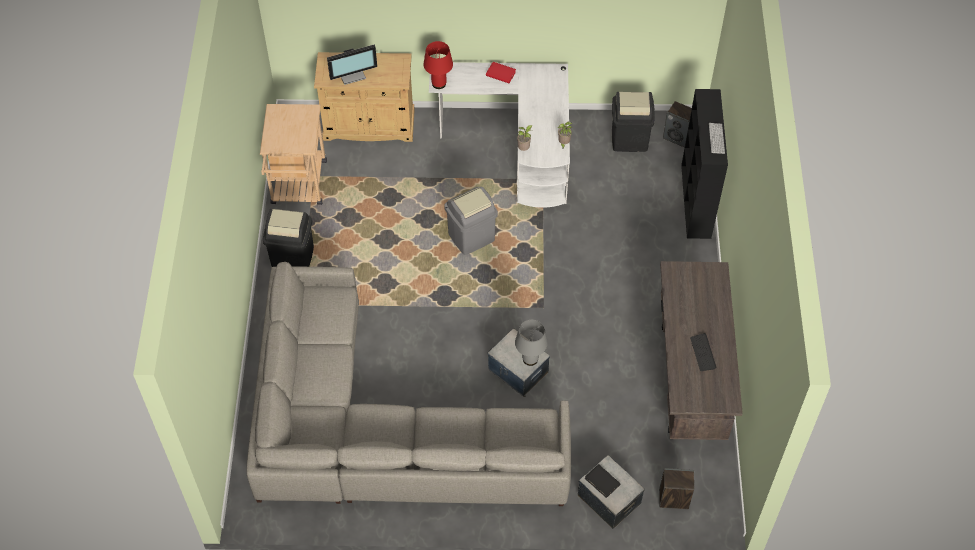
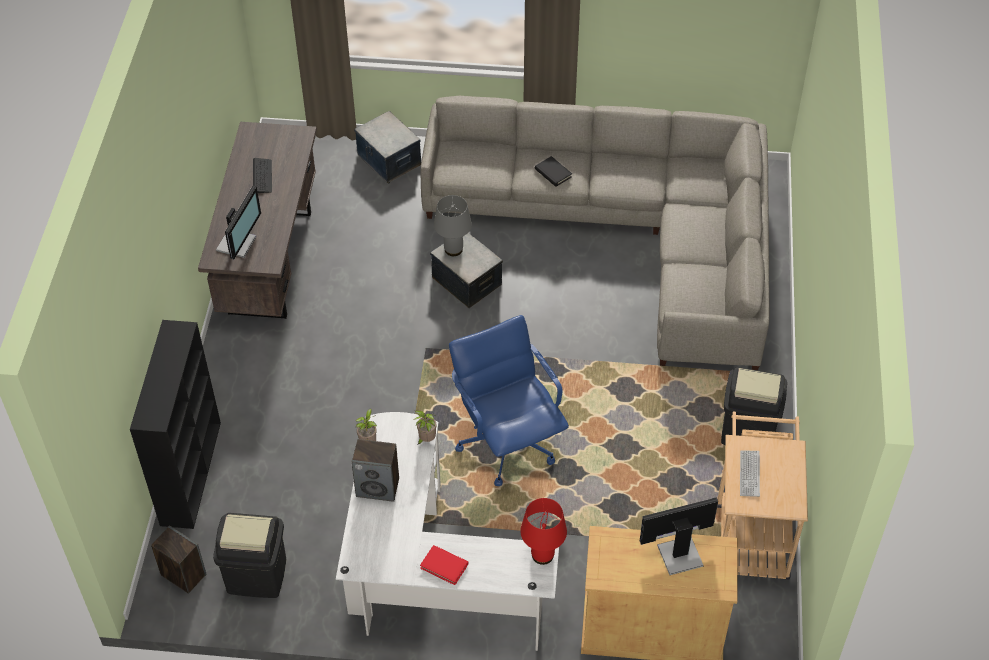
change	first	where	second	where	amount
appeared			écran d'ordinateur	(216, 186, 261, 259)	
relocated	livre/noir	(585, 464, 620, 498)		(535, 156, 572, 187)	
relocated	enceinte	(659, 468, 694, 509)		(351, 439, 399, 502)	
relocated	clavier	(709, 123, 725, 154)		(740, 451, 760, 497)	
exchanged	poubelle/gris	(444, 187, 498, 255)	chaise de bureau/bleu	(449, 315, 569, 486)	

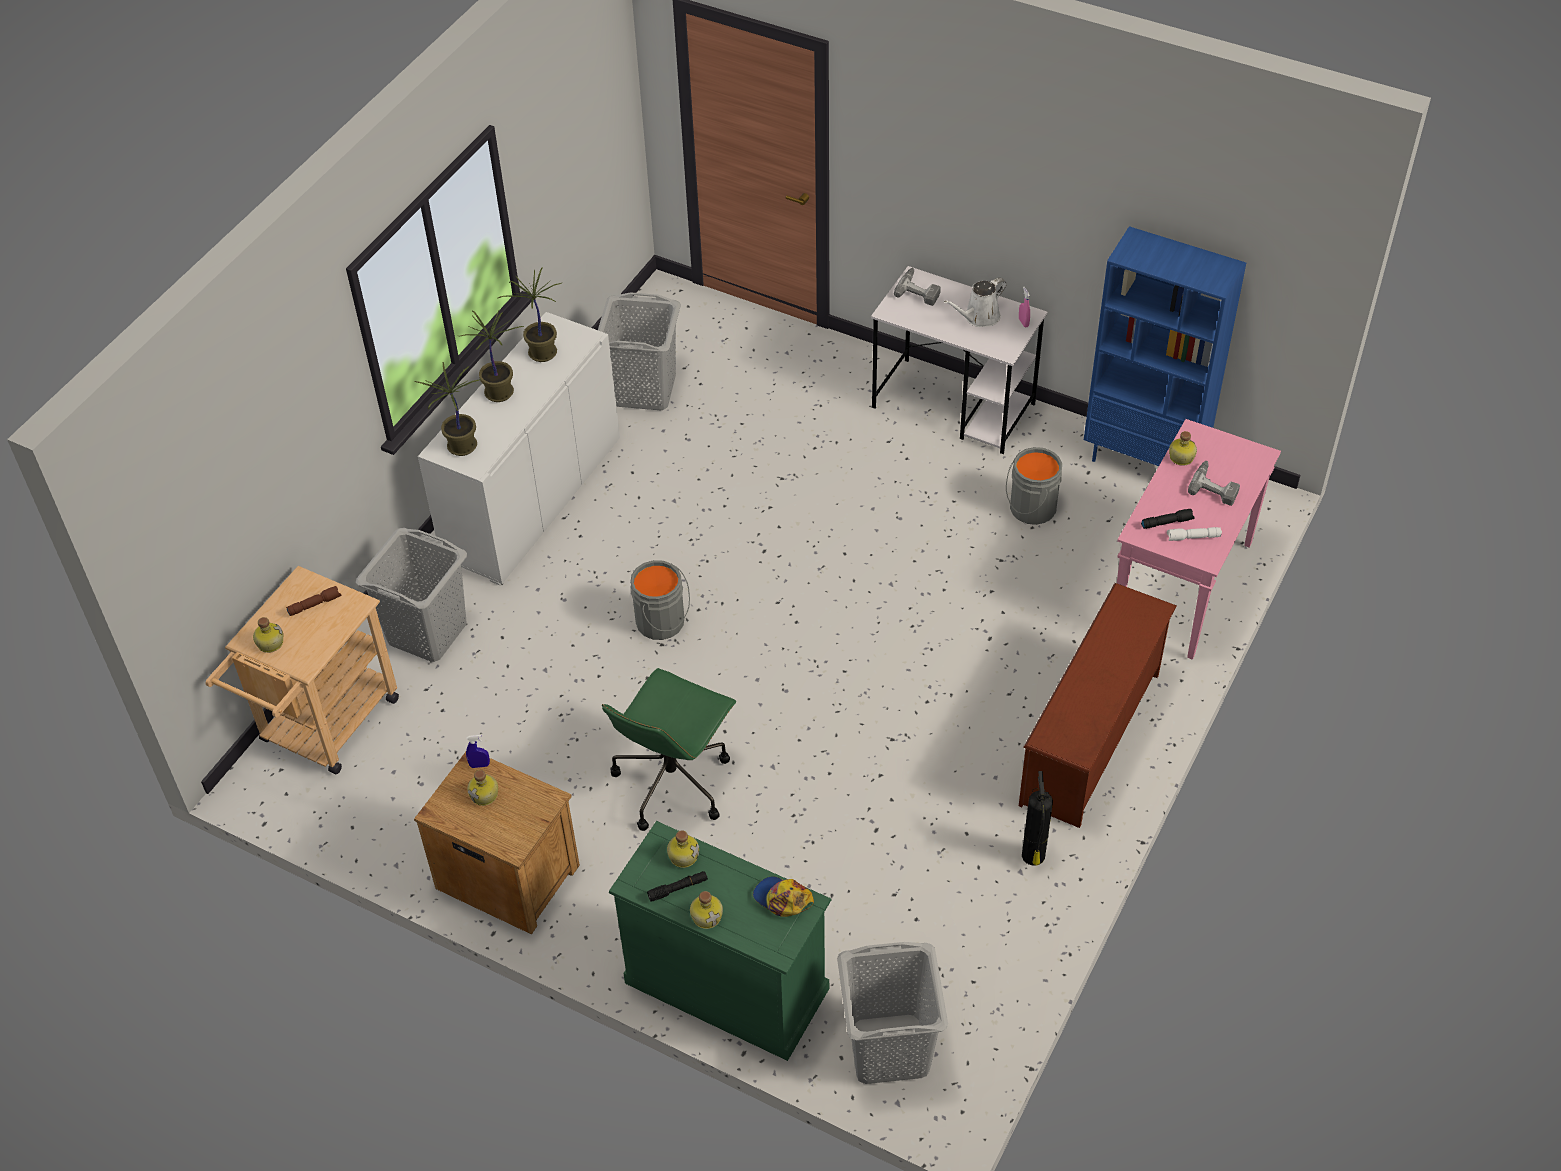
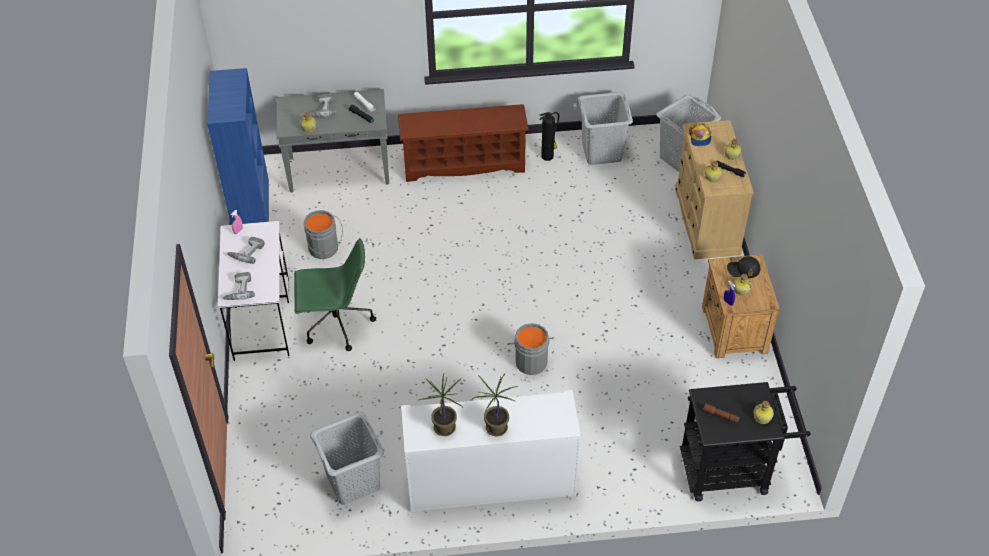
change	first	where	second	where	amount
missing	plante en pot	(414, 362, 481, 456)			
appeared			casquette/noir	(727, 256, 760, 278)	
relocated	panier à linge/gris	(356, 528, 467, 662)		(578, 92, 633, 165)	
relocated	chaise de bureau/vert	(602, 668, 736, 831)		(294, 238, 376, 351)	
exchanged	arrosoir/blanc	(944, 278, 1007, 327)	perceuse	(227, 237, 265, 264)	
colour	chariot/beige	(206, 566, 399, 774)	chariot/noir	(680, 382, 811, 502)	
colour	commode/vert	(609, 821, 832, 1061)	commode/beige	(675, 120, 754, 259)	
colour	table console/rose	(1117, 419, 1281, 660)	table console/gris	(277, 89, 389, 192)	

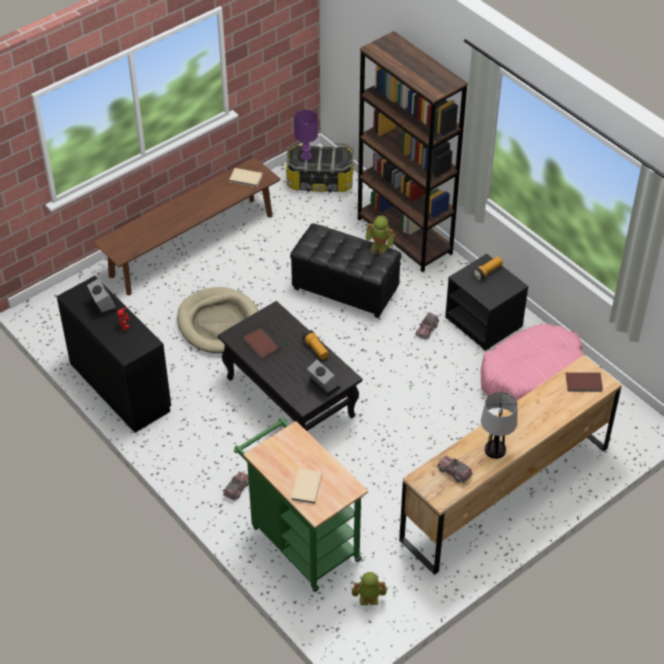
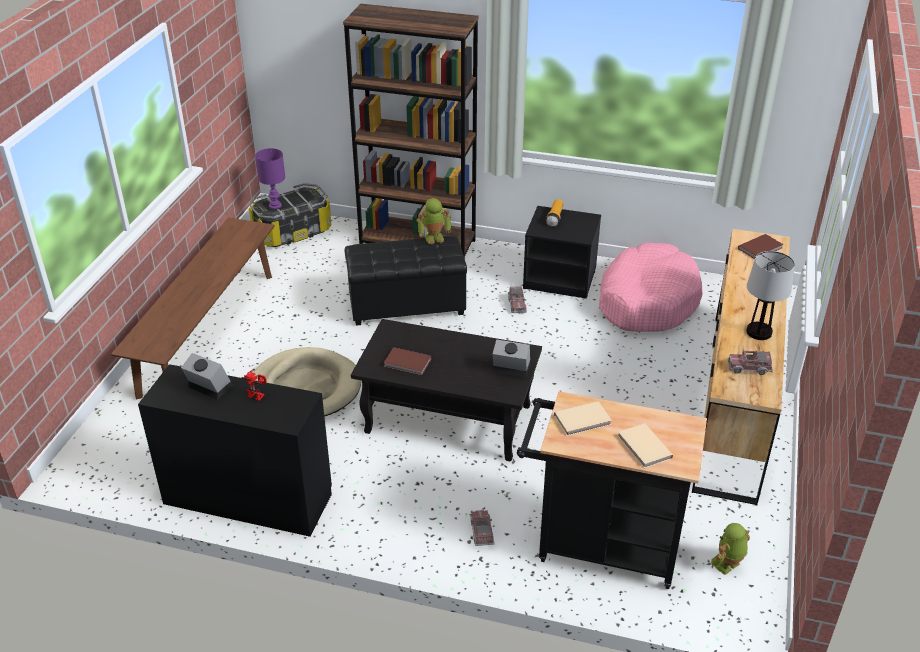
change	first	where	second	where	amount
missing	lampe de poche	(302, 330, 329, 360)			
relocated	livre/beige	(229, 168, 263, 187)		(554, 401, 612, 436)	
colour	chariot/vert	(234, 418, 368, 592)	chariot/noir	(517, 392, 707, 589)	

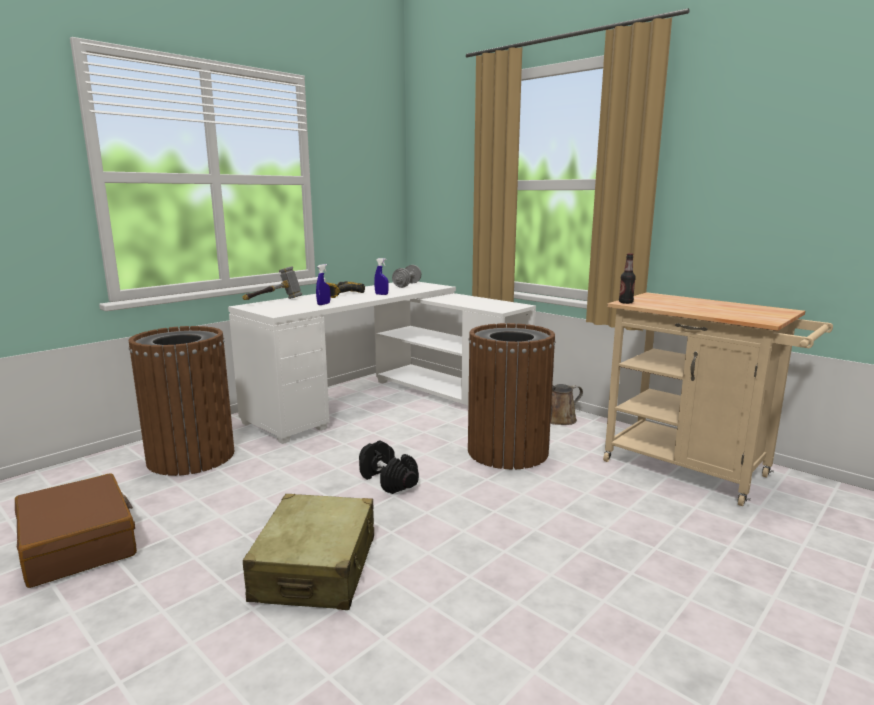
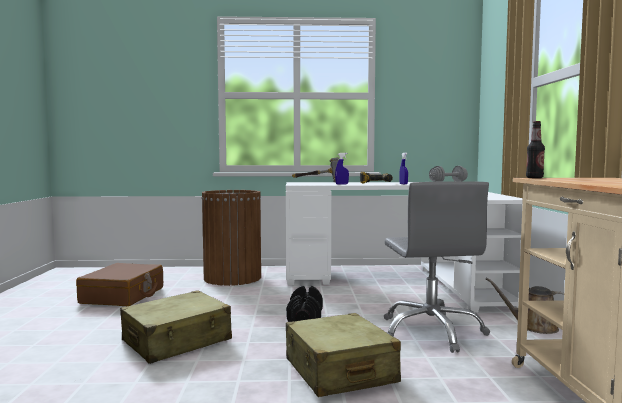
change	first	where	second	where	amount
appeared			valise/beige	(286, 313, 401, 397)	
exchanged	poubelle/marron	(468, 323, 556, 469)	chaise de bureau/gris	(384, 181, 490, 353)	

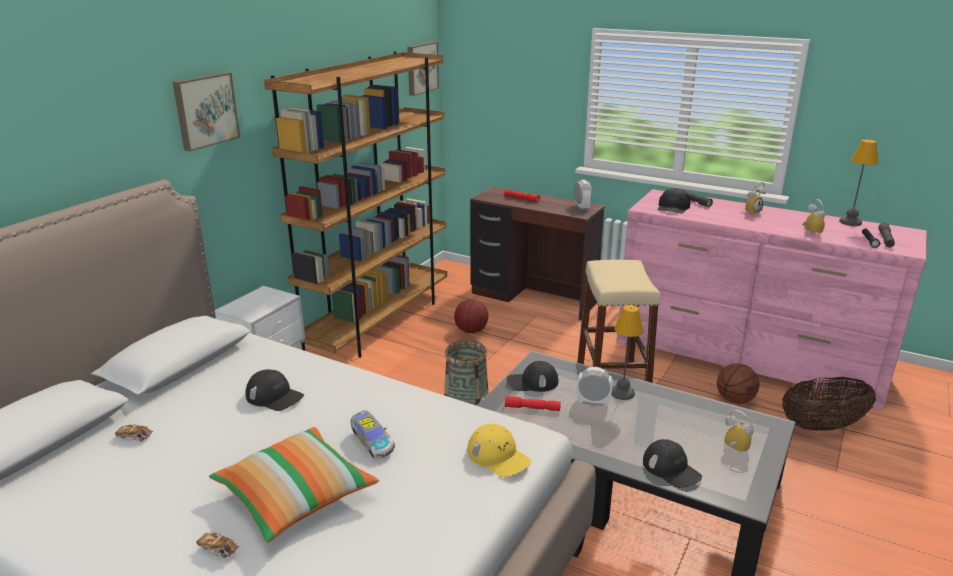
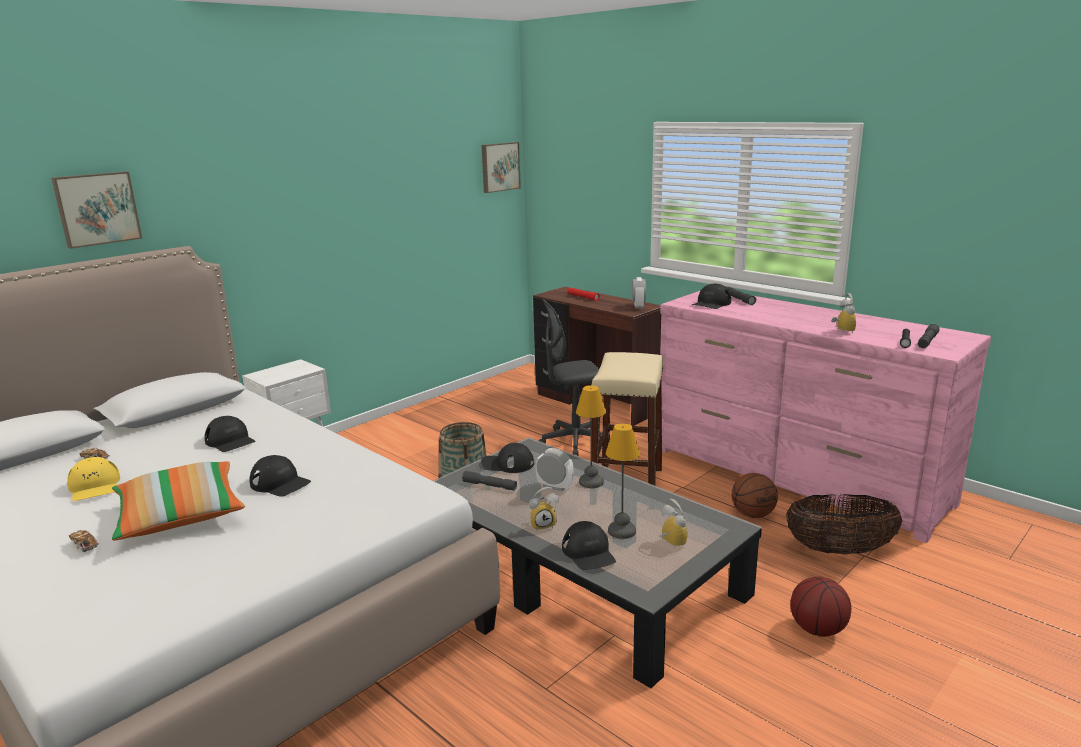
change	first	where	second	where	amount
missing	bibliothèque/marron	(264, 51, 447, 358)			
appeared			chaise de bureau/gris	(539, 299, 610, 456)	
relocated	tableau	(173, 72, 240, 151)		(51, 171, 142, 249)	
relocated	ballon de basket	(454, 299, 488, 333)		(790, 577, 851, 637)	
relocated	casquette/jaune	(467, 424, 531, 477)		(67, 457, 120, 501)	
relocated	réveil	(743, 182, 766, 213)		(529, 487, 559, 531)	
relocated	lampe de table	(839, 140, 878, 226)		(606, 423, 640, 539)	
exchanged	petite voiture	(351, 410, 395, 458)	casquette/noir	(249, 455, 311, 496)	
colour	lampe de poche/rouge	(505, 396, 561, 411)	lampe de poche/gris	(462, 471, 517, 491)	

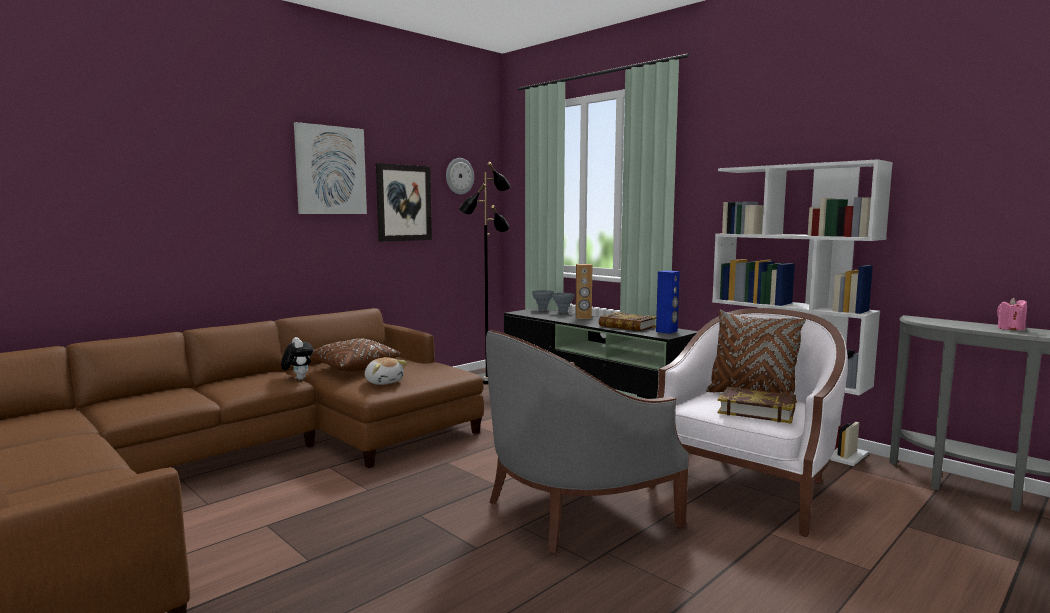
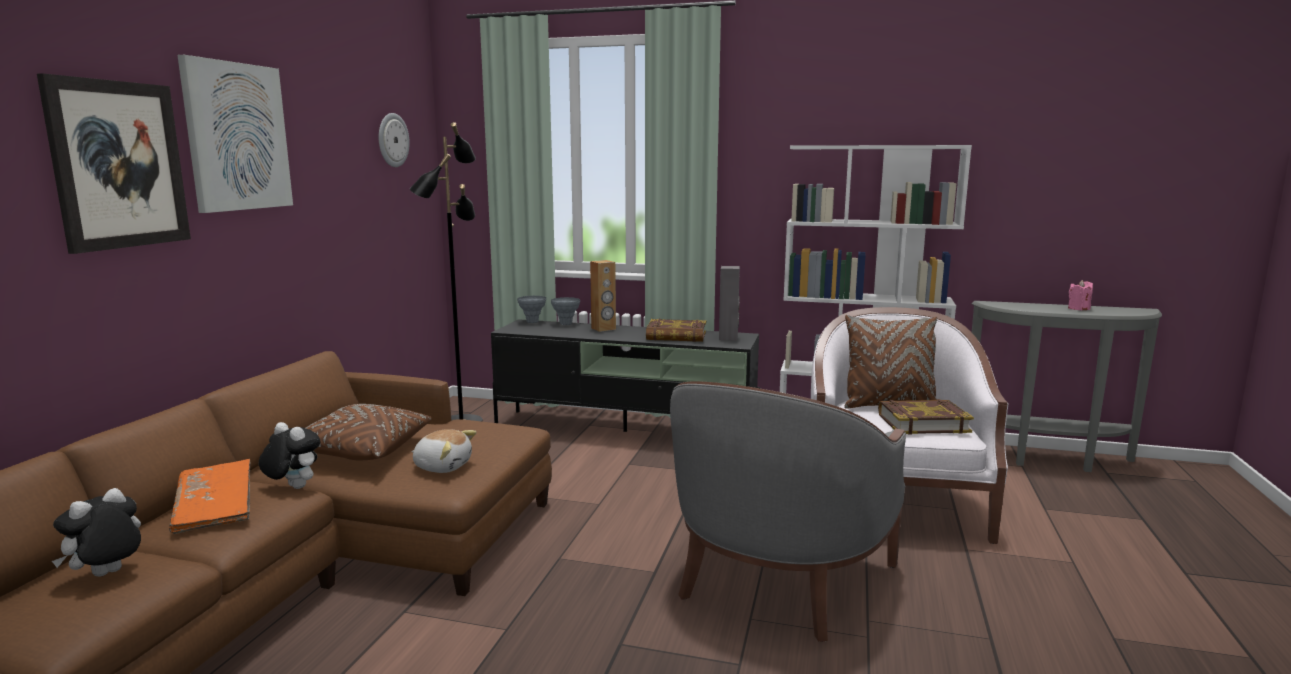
change	first	where	second	where	amount
appeared			peluche	(52, 488, 141, 577)	
appeared			livre/orange	(169, 459, 251, 534)	
relocated	tableau	(376, 163, 432, 242)		(37, 73, 191, 254)	
colour	enceinte/bleu	(656, 270, 680, 334)	enceinte/gris	(719, 266, 740, 341)	

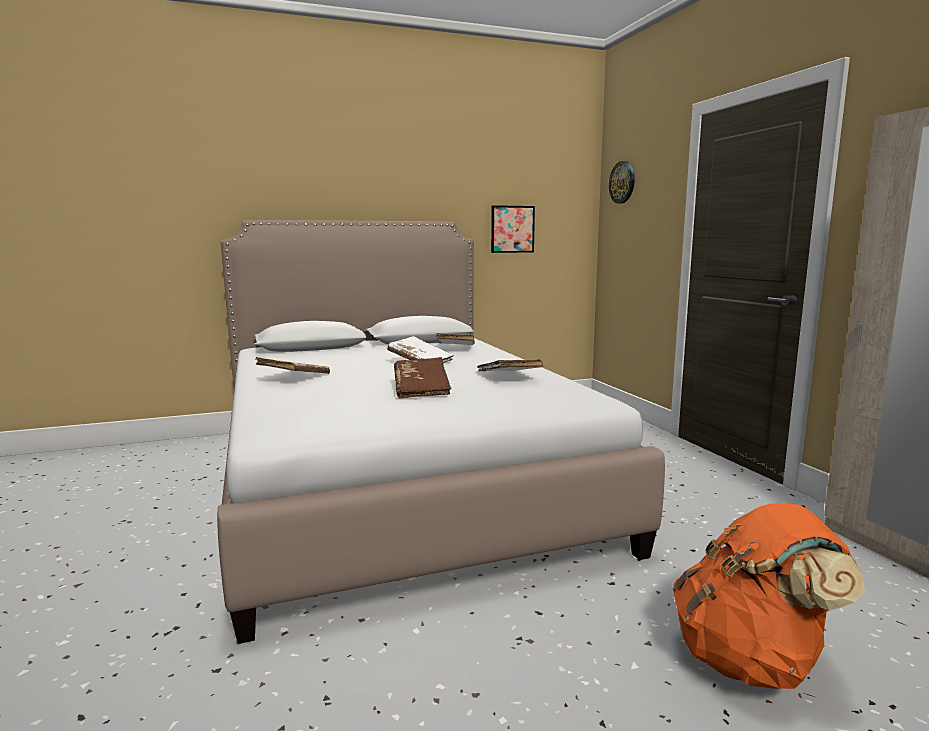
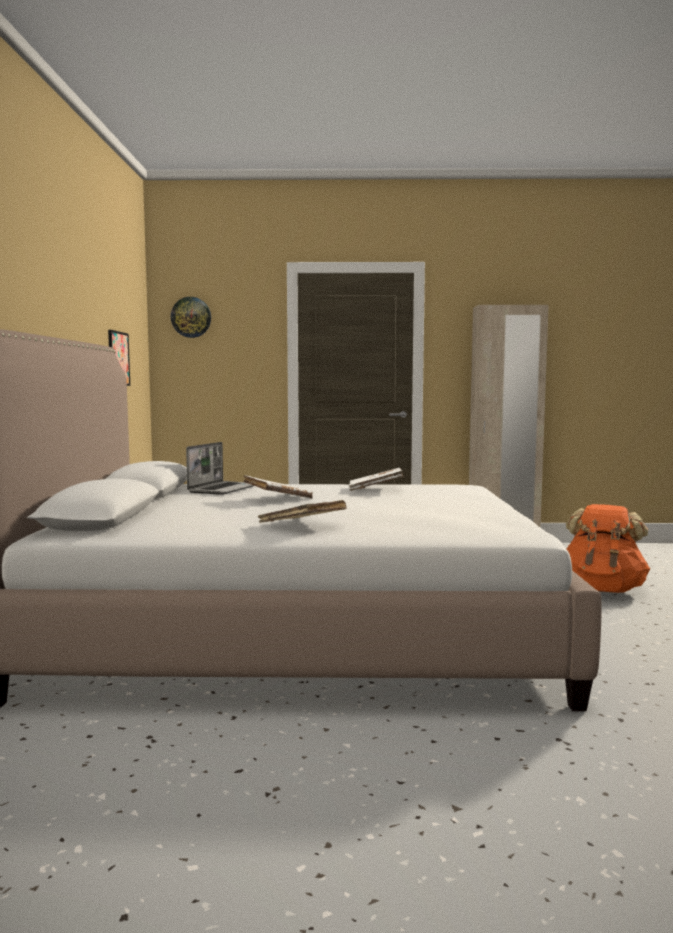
change	first	where	second	where	amount
missing	livre/marron	(394, 357, 451, 399)			
exchanged	livre/blanc	(436, 333, 475, 345)	ordinateur portable	(186, 442, 254, 495)	

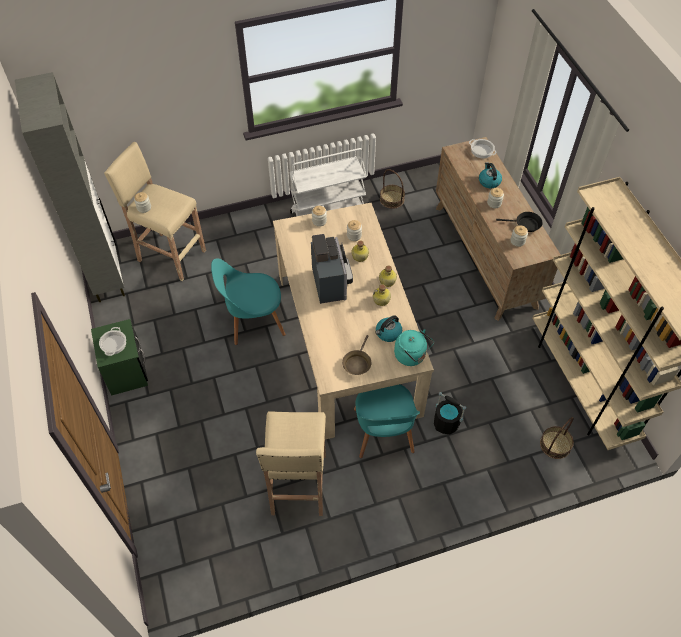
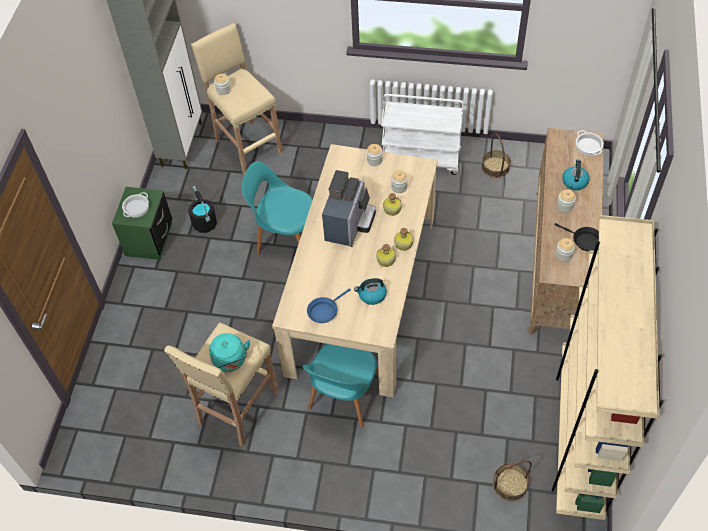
change	first	where	second	where	amount
relocated	bouilloire/turquoise	(394, 329, 434, 366)		(209, 333, 250, 372)	
relocated	seau/noir	(434, 392, 466, 434)		(188, 186, 217, 233)	
colour	poêle/marron	(342, 335, 371, 375)	poêle/bleu	(307, 288, 351, 323)	

